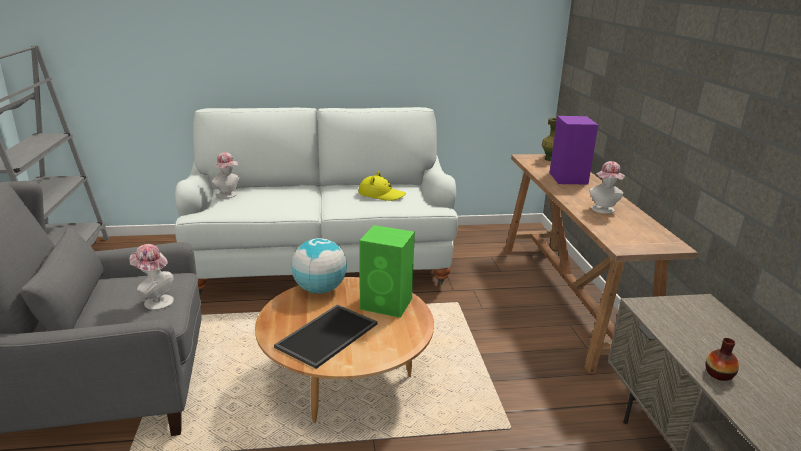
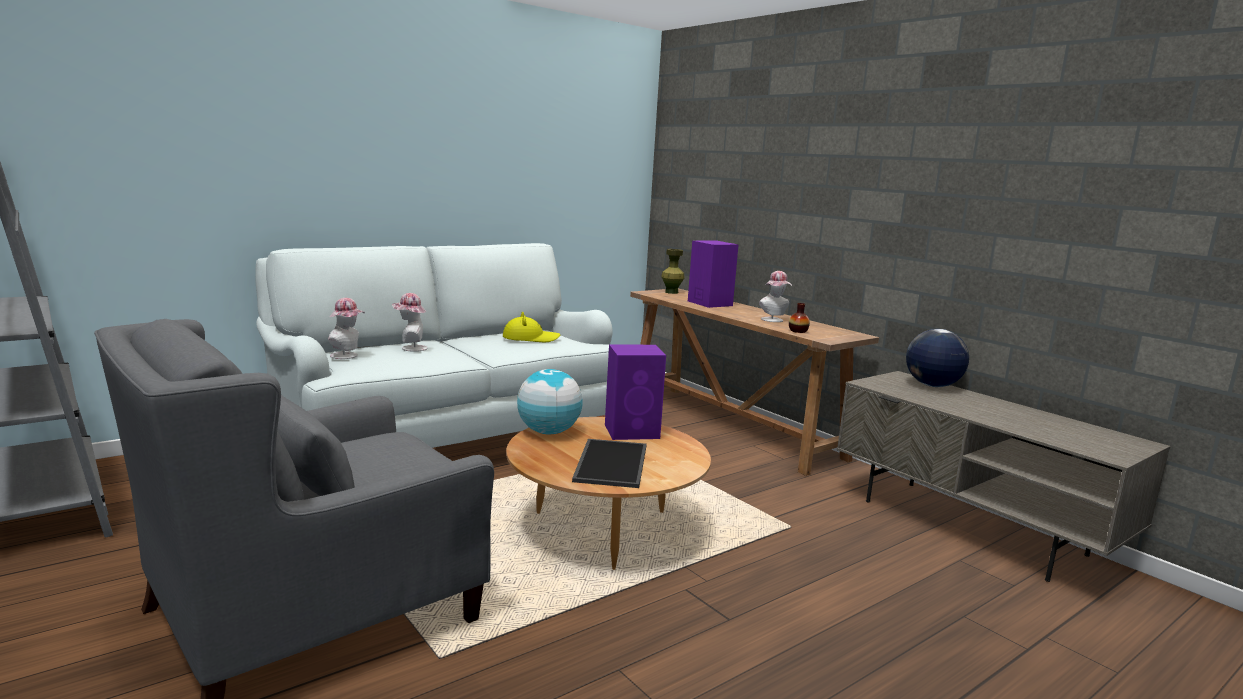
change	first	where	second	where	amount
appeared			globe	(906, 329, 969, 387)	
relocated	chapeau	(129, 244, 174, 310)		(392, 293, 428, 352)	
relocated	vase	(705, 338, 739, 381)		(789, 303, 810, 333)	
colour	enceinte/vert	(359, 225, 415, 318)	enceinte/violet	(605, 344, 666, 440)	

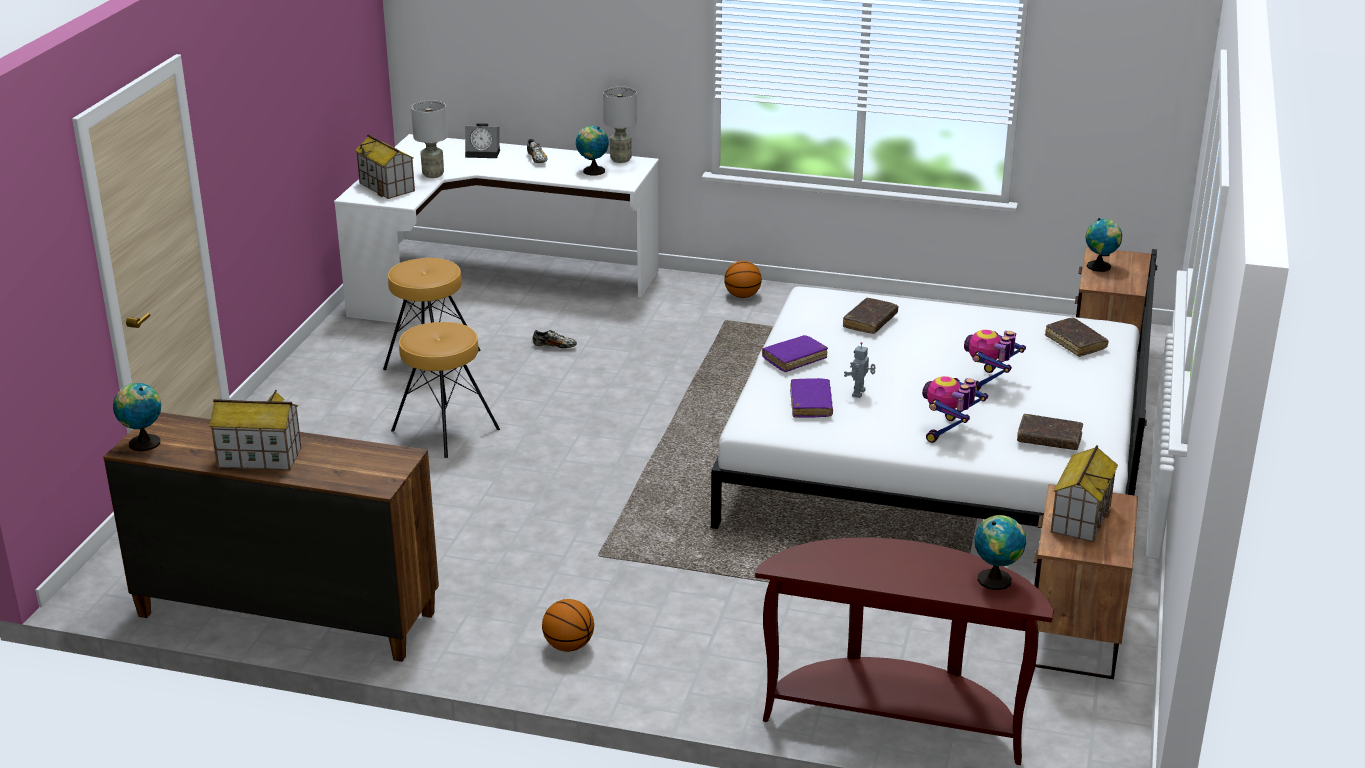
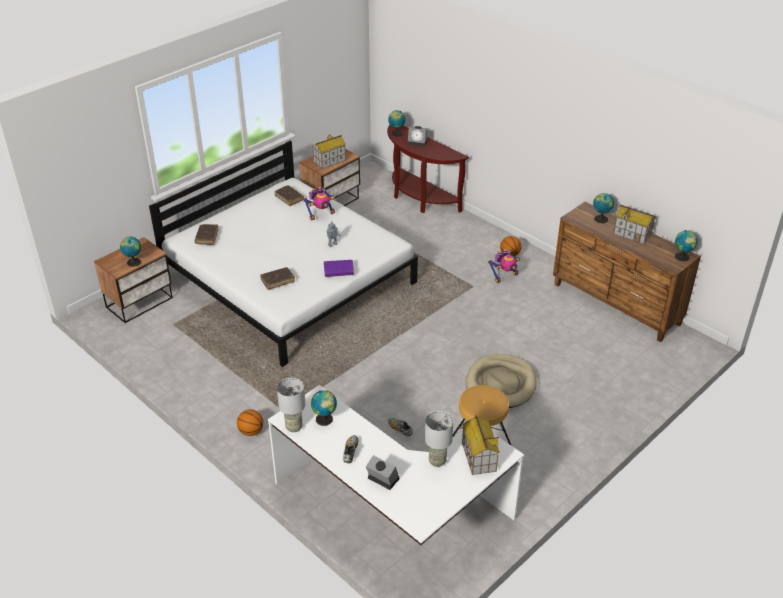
change	first	where	second	where	amount
missing	livre/violet	(790, 378, 833, 418)			
appeared			réveil	(407, 126, 428, 147)	
appeared			globe	(593, 193, 614, 223)	
relocated	robot jouet	(964, 330, 1026, 391)		(488, 249, 520, 283)	
exchanged	tabouret/marron	(391, 322, 500, 458)	panier pour chien/beige	(466, 354, 537, 408)	

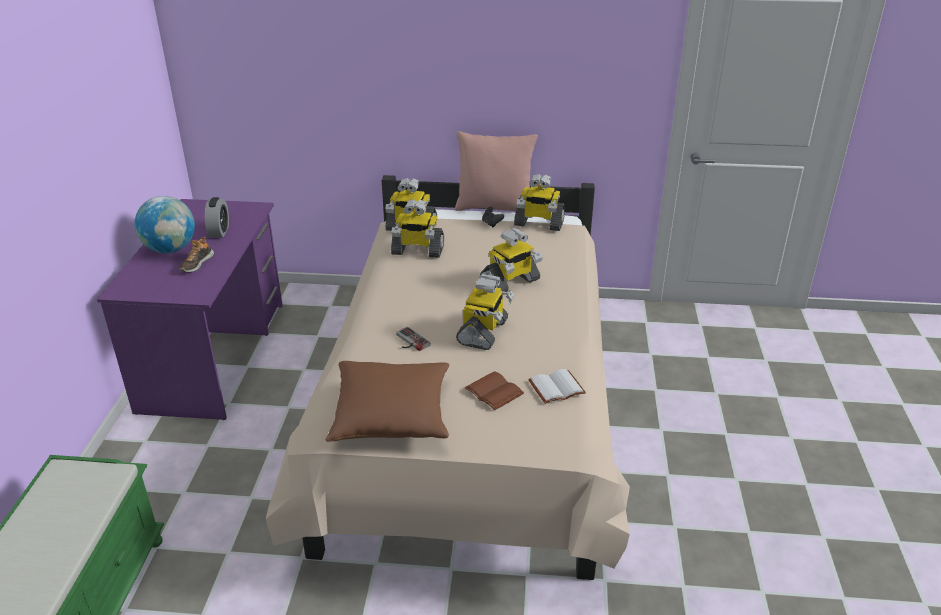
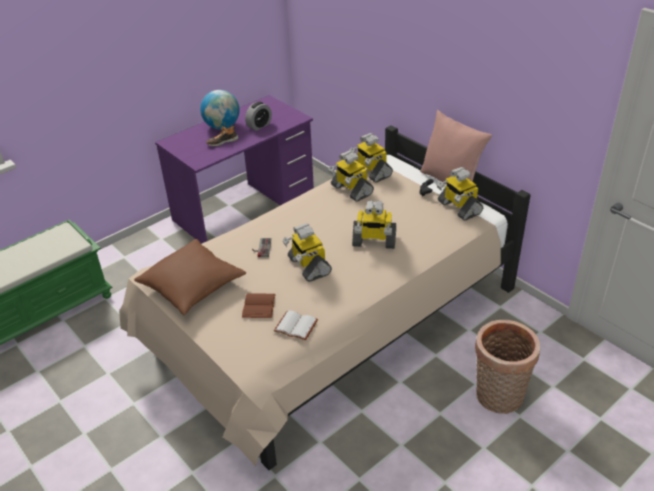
change	first	where	second	where	amount
appeared			panier	(475, 320, 540, 414)	
spun	robot jouet	(456, 274, 514, 350)		(282, 223, 332, 282)	90 degrees clockwise

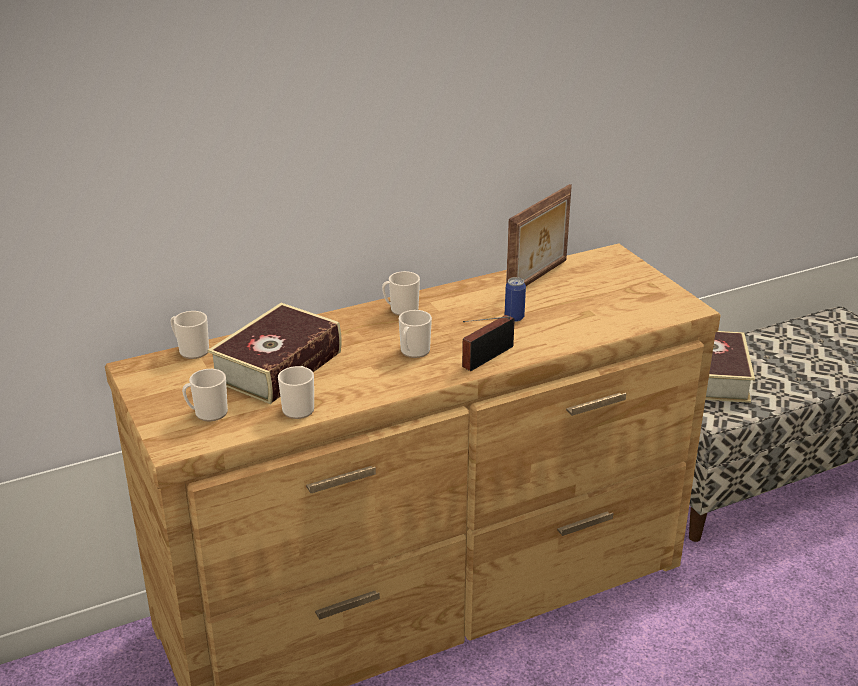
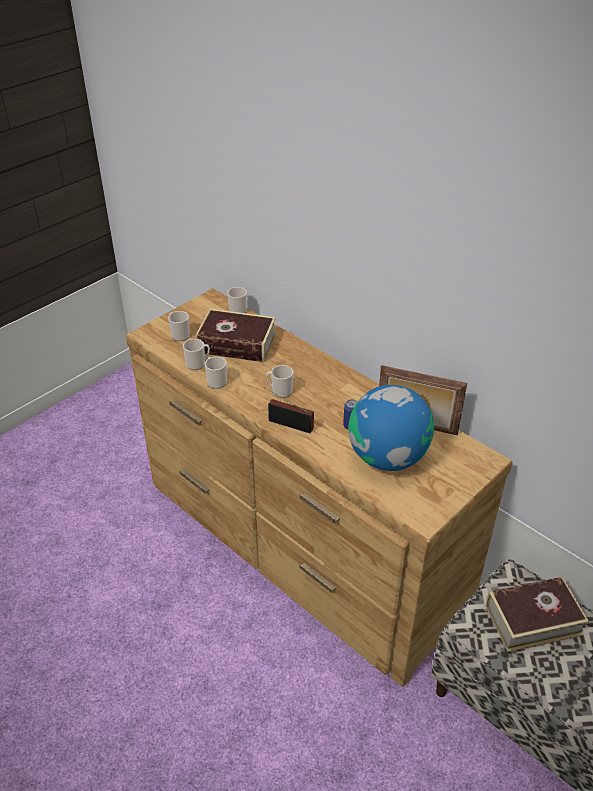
change	first	where	second	where	amount
appeared			globe	(348, 385, 434, 471)	
relocated	mug	(382, 271, 420, 316)		(205, 356, 227, 389)	

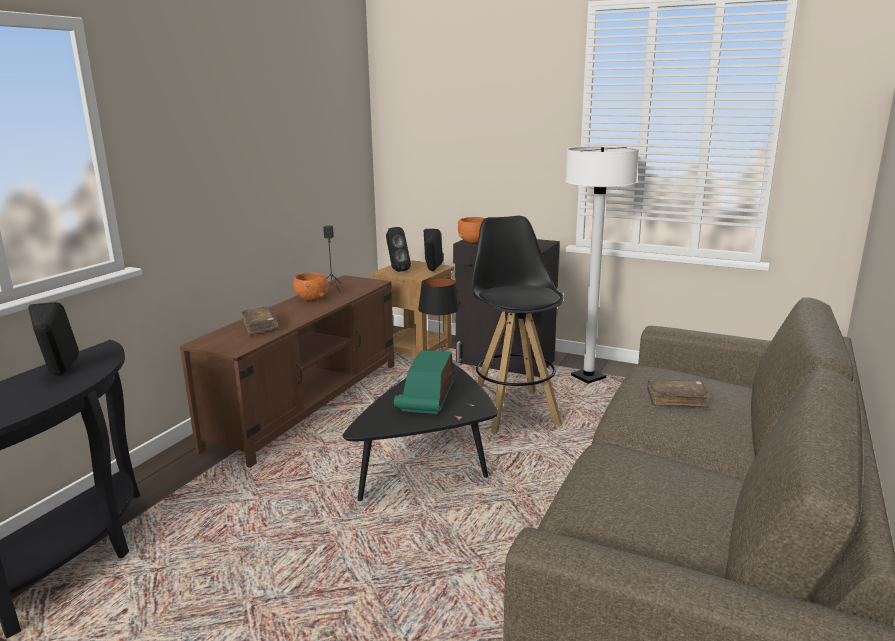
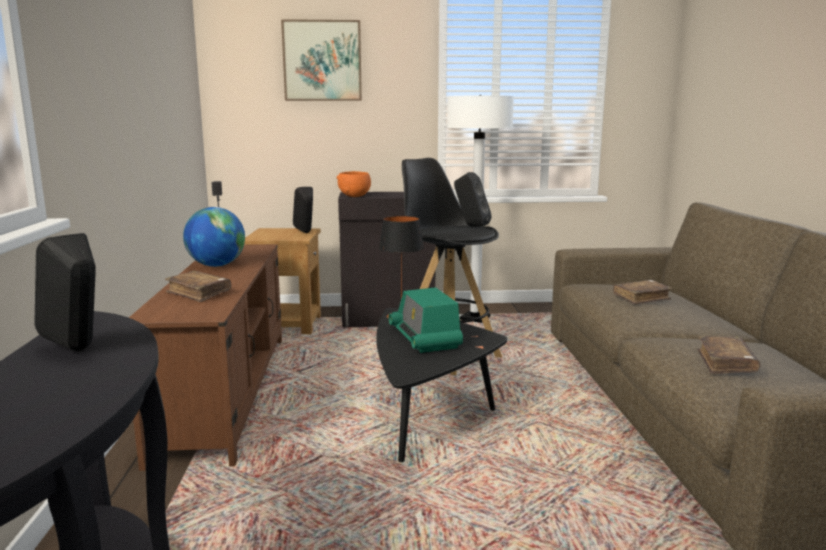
change	first	where	second	where	amount
appeared			tableau	(281, 19, 362, 101)	
appeared			livre/marron	(697, 336, 760, 374)	
relocated	enceinte/noir	(386, 227, 411, 272)		(454, 172, 492, 227)	
exchanged	bol/orange	(293, 273, 328, 301)	globe	(183, 207, 245, 267)	

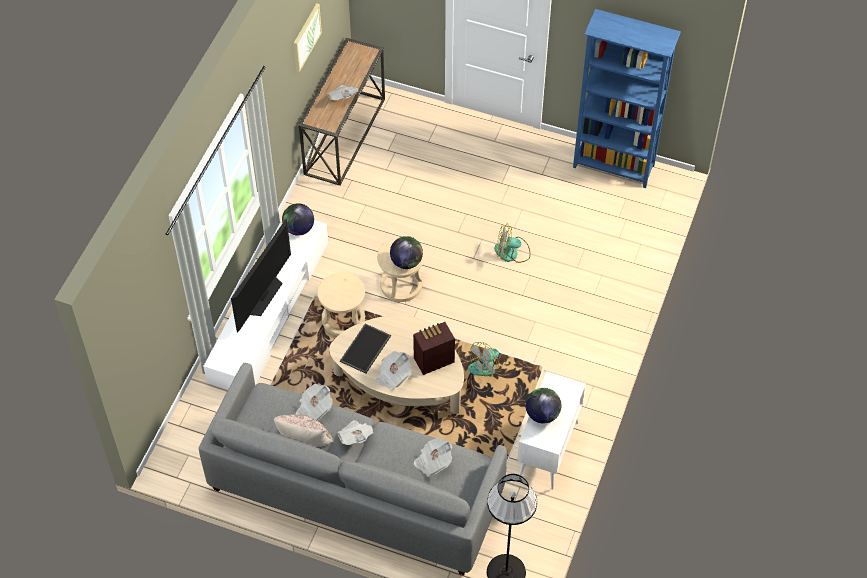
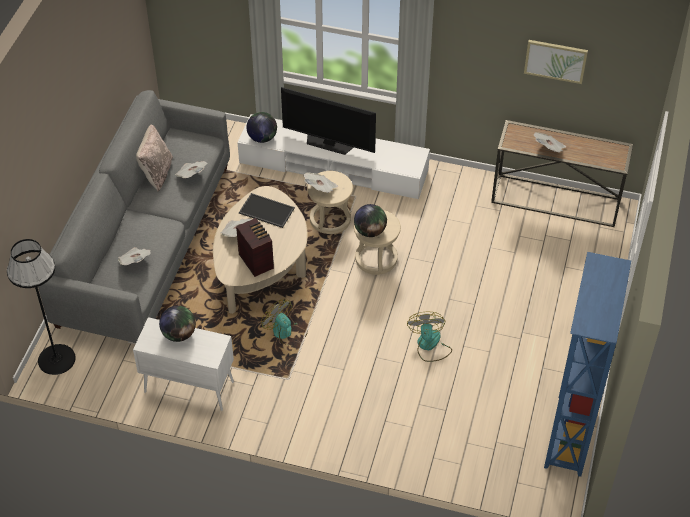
change	first	where	second	where	amount
relocated	globe	(282, 203, 314, 236)		(246, 112, 277, 143)	
relocated	journal	(338, 420, 373, 445)		(303, 172, 338, 193)	

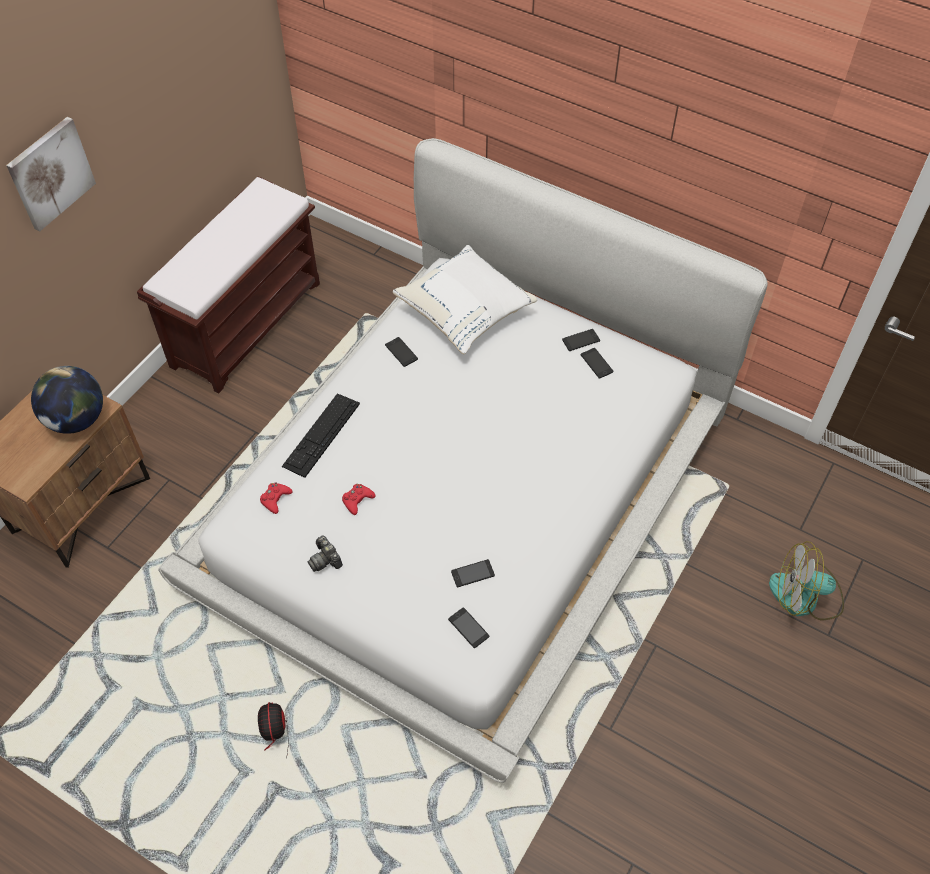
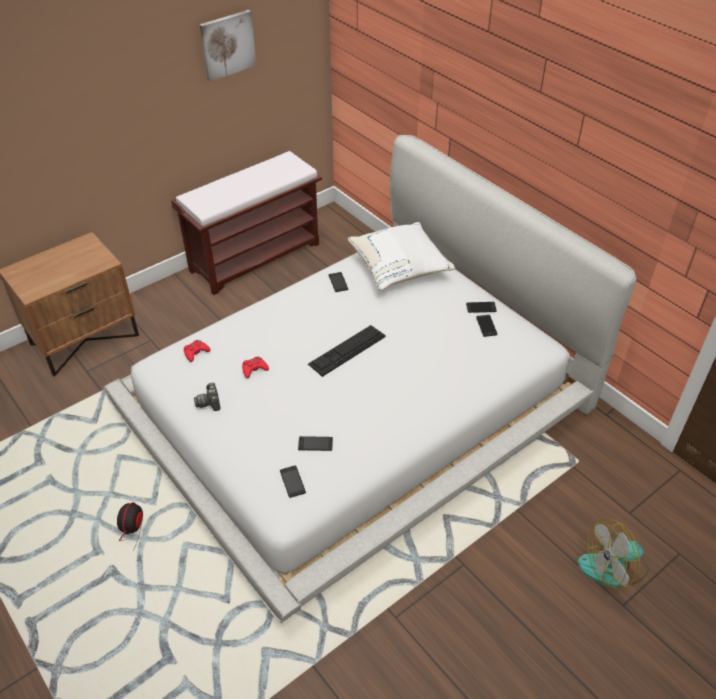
change	first	where	second	where	amount
missing	globe	(31, 366, 103, 434)			
relocated	tableau	(6, 117, 96, 232)		(200, 10, 256, 81)	
relocated	clavier	(282, 393, 360, 478)		(308, 325, 386, 377)	
spun	ventilateur	(769, 541, 844, 620)		(578, 518, 649, 590)	45 degrees counterclockwise

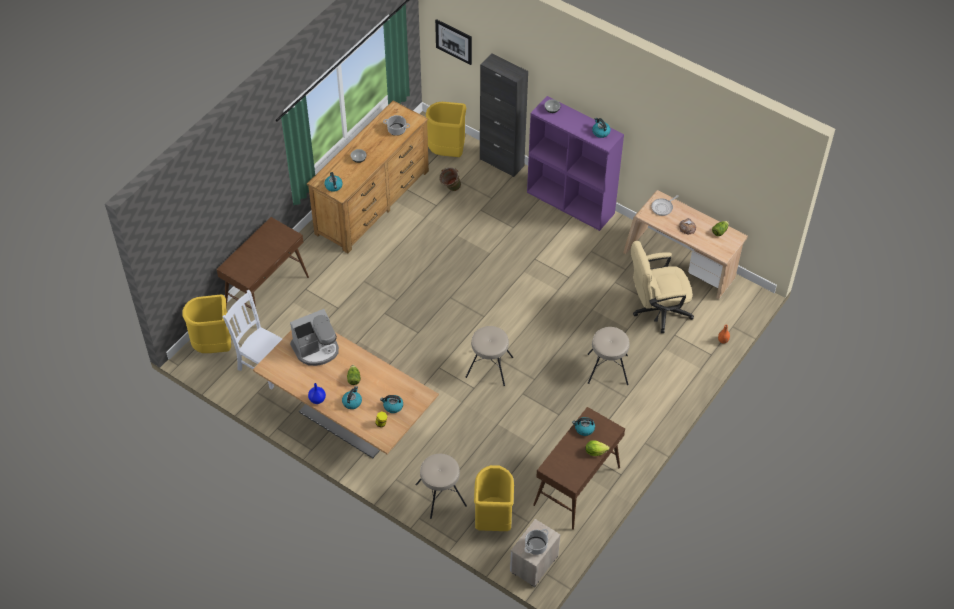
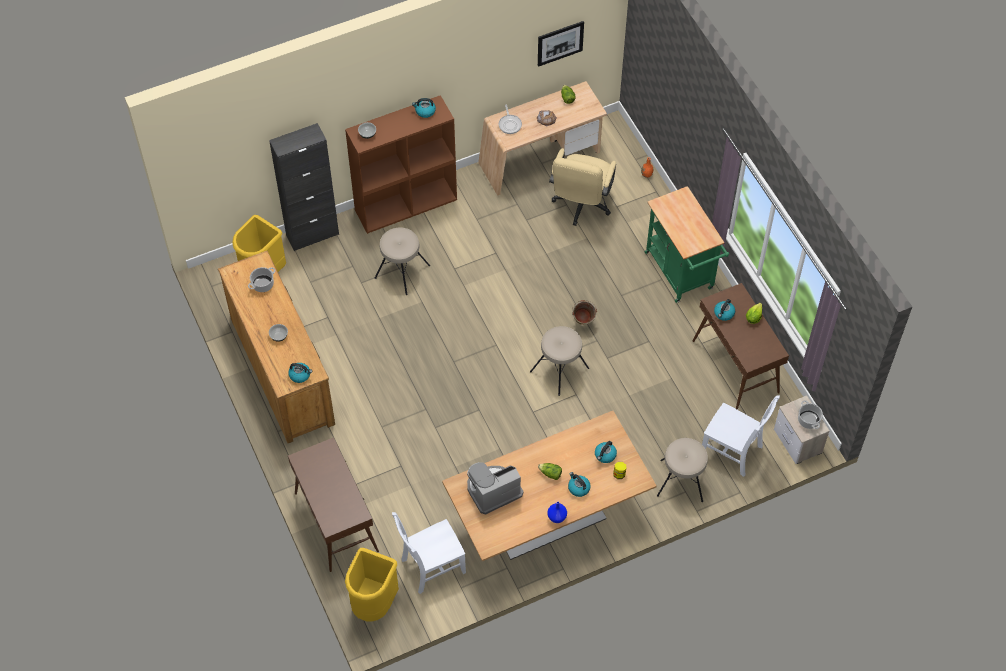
change	first	where	second	where	amount
appeared			chariot/vert	(645, 186, 729, 303)	
relocated	tableau	(435, 19, 472, 65)		(538, 21, 584, 67)	
relocated	seau/vert	(439, 167, 461, 191)		(572, 300, 597, 325)	
relocated	tabouret/beige	(588, 327, 629, 385)		(375, 228, 430, 295)	
exchanged	poubelle/jaune	(474, 465, 514, 531)	chaise/blanc	(702, 395, 780, 477)	
colour	bibliothèque/violet	(527, 96, 624, 231)	bibliothèque/marron	(345, 95, 457, 234)	
spun	machine à café	(290, 309, 339, 366)		(467, 462, 523, 514)	120 degrees counterclockwise

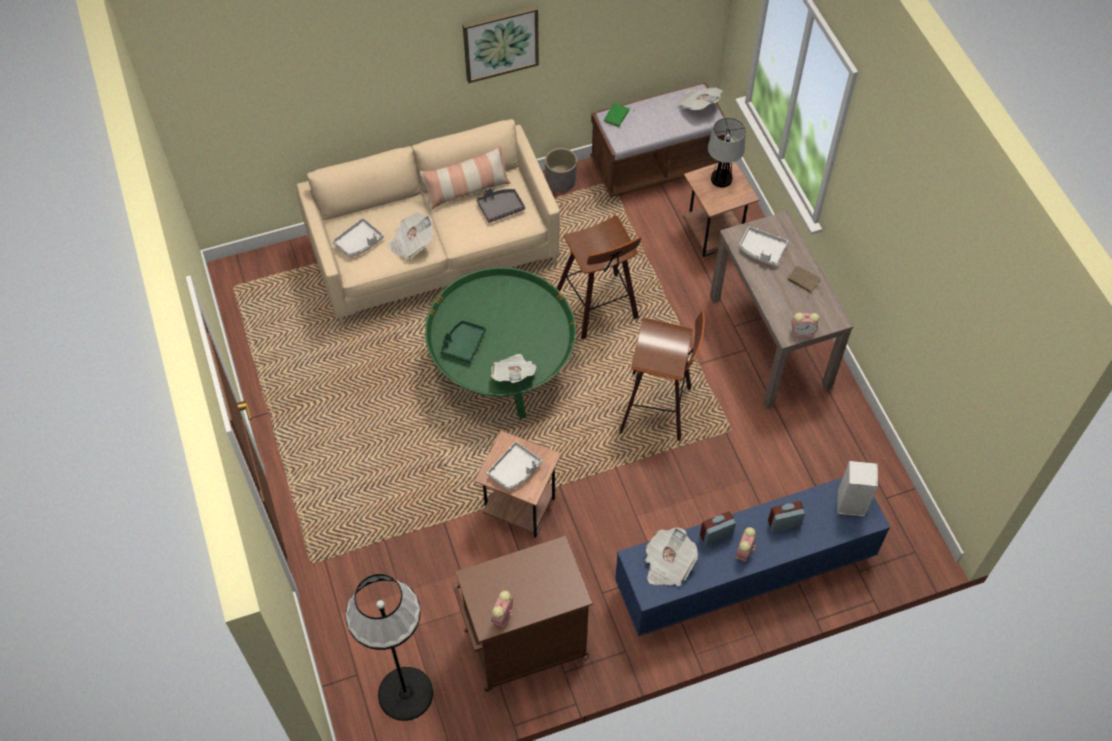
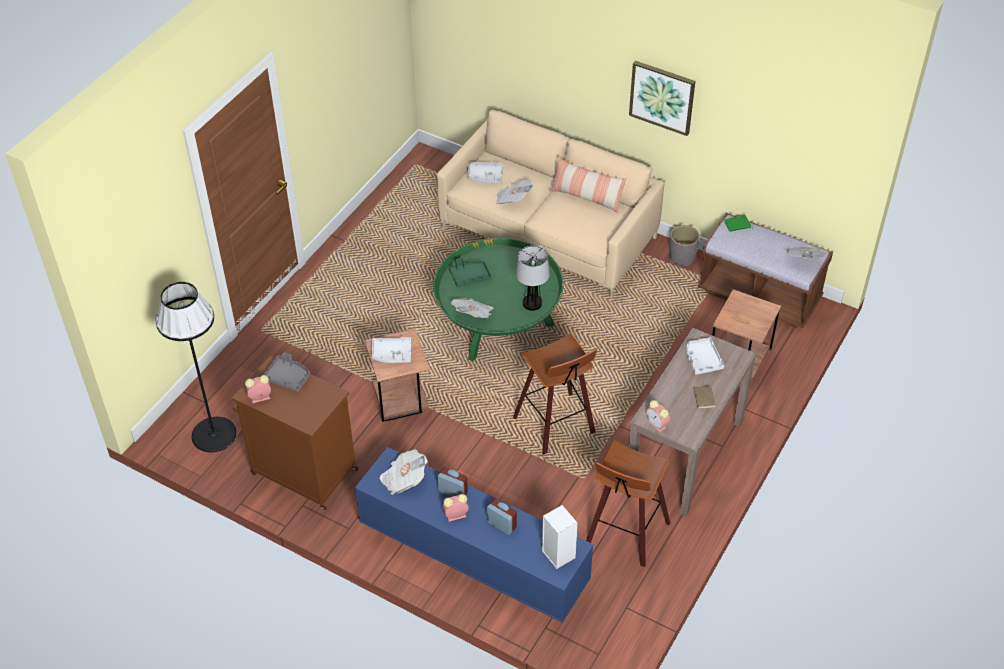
change	first	where	second	where	amount
relocated	plateau/gris	(476, 188, 525, 223)		(263, 352, 310, 392)	
relocated	tabouret	(557, 215, 642, 340)		(586, 441, 670, 567)	
relocated	lampe de table	(708, 118, 746, 188)		(516, 246, 550, 311)	

